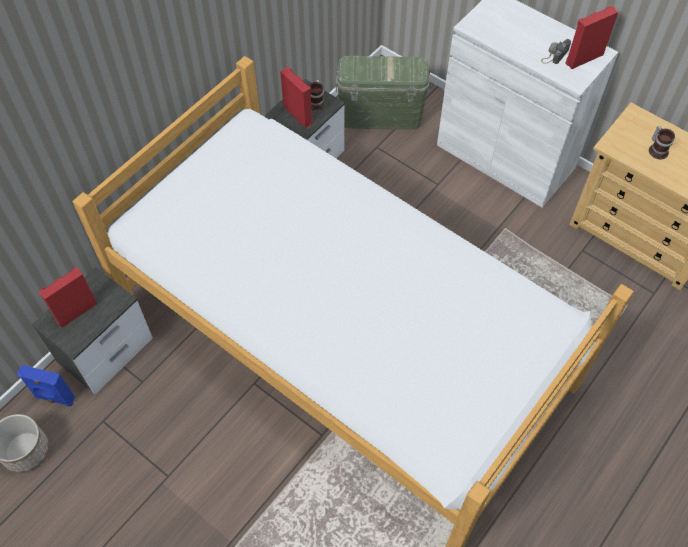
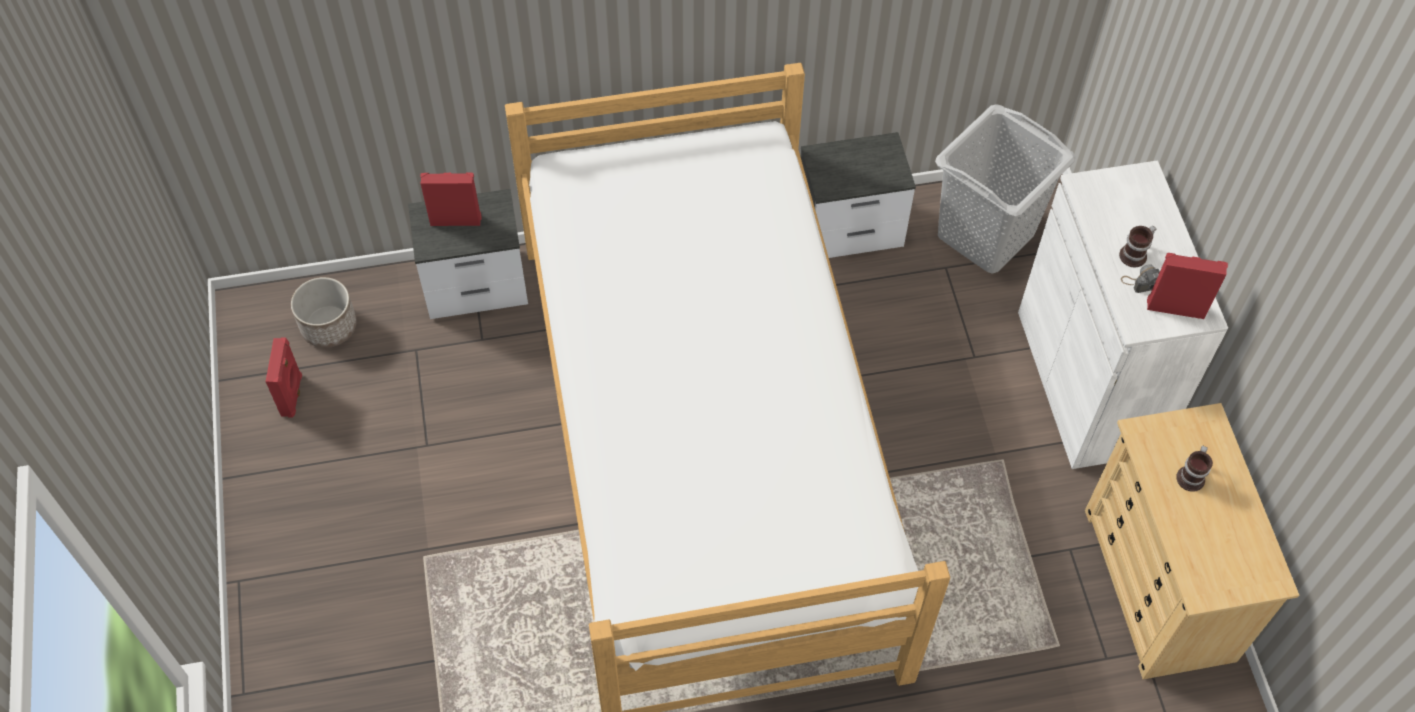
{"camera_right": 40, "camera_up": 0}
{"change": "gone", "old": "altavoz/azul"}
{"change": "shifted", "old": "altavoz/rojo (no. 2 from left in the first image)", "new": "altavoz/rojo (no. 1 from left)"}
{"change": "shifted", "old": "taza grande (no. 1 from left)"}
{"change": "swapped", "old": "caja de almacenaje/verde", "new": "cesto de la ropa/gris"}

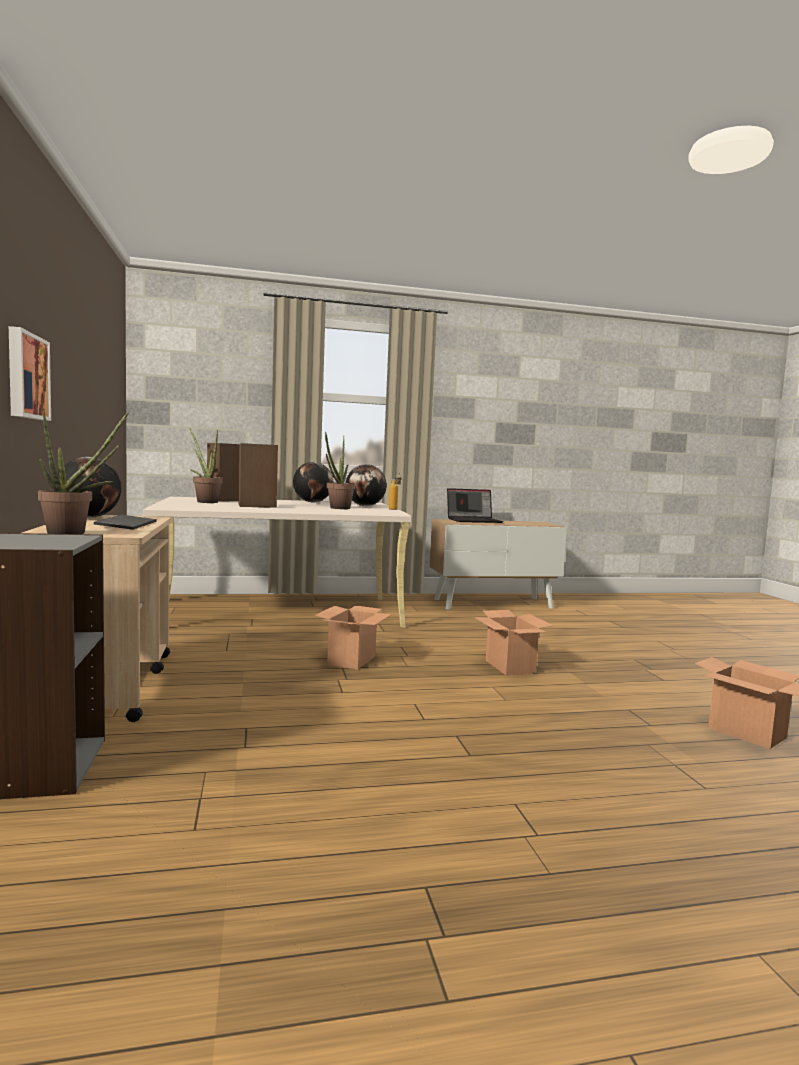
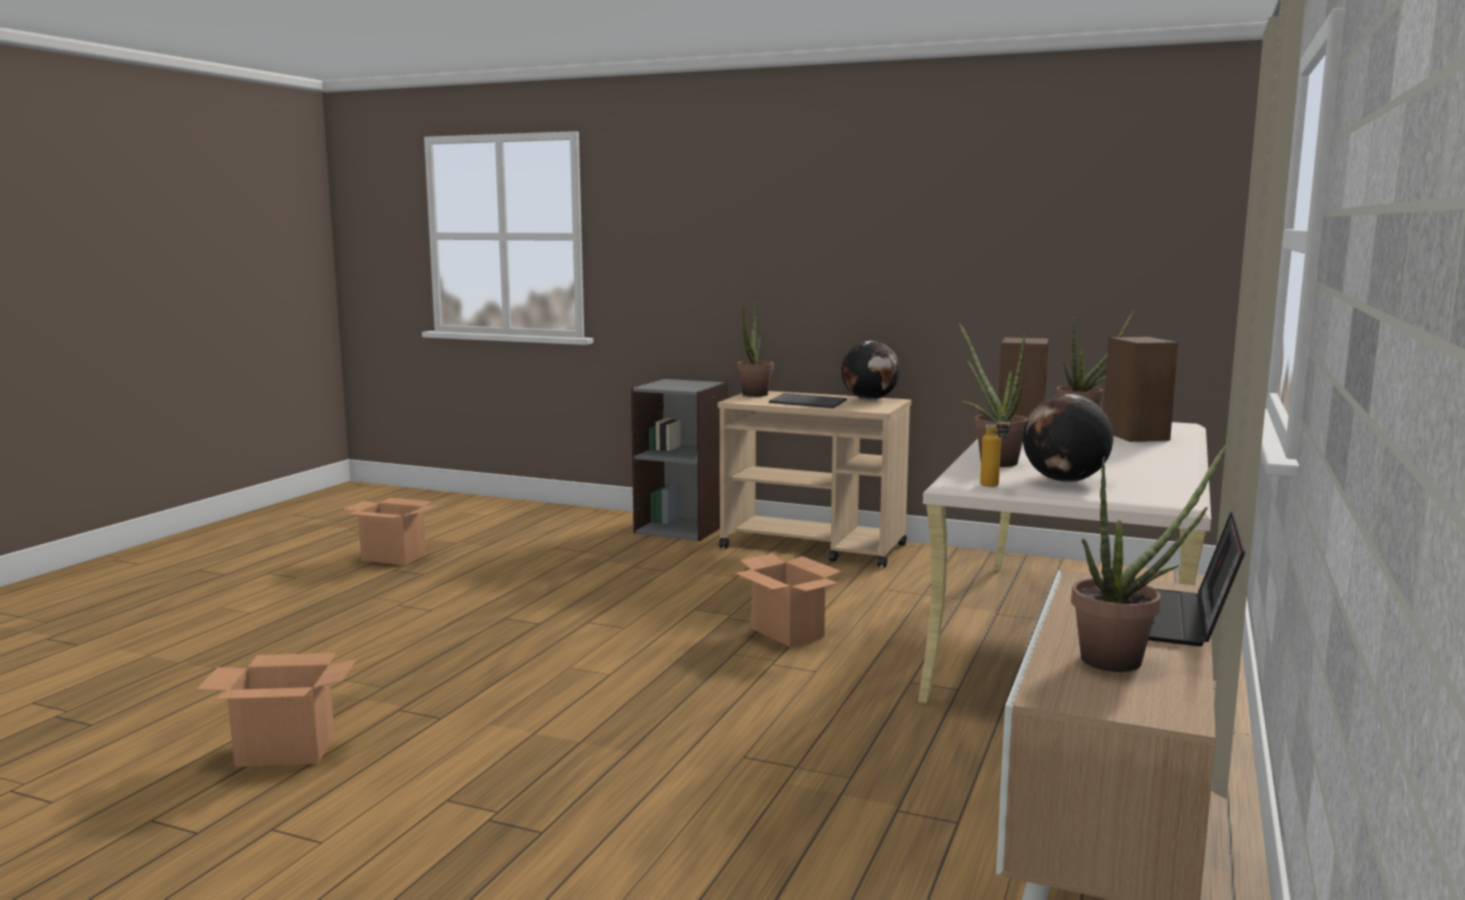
{"camera_right": 125, "camera_up": 5}
{"change": "gone", "old": "cuadro"}
{"change": "gone", "old": "globo terráqueo (no. 2 from left)"}
{"change": "shifted", "old": "caja de cartón (no. 2 from left)"}
{"change": "new", "new": "planta en maceta (no. 4 from left)"}

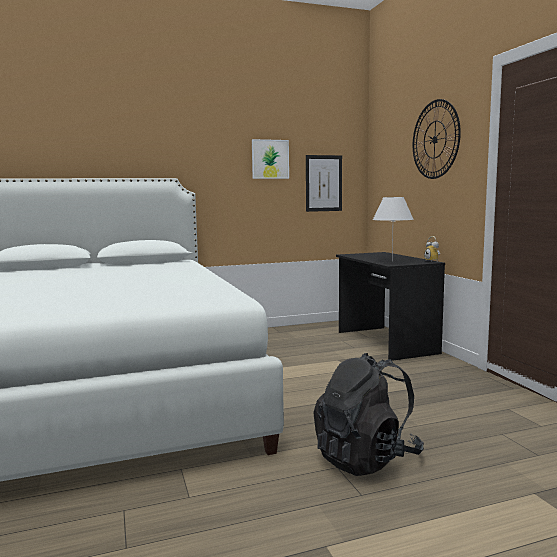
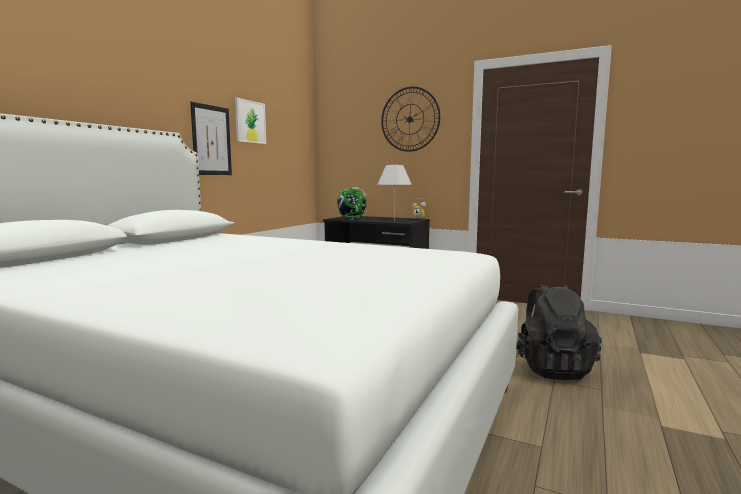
{"camera_right": -45, "camera_up": 0}
{"change": "shifted", "old": "cuadro (no. 2 from left in the first image)", "new": "cuadro (no. 1 from left)"}
{"change": "new", "new": "globo terráqueo"}

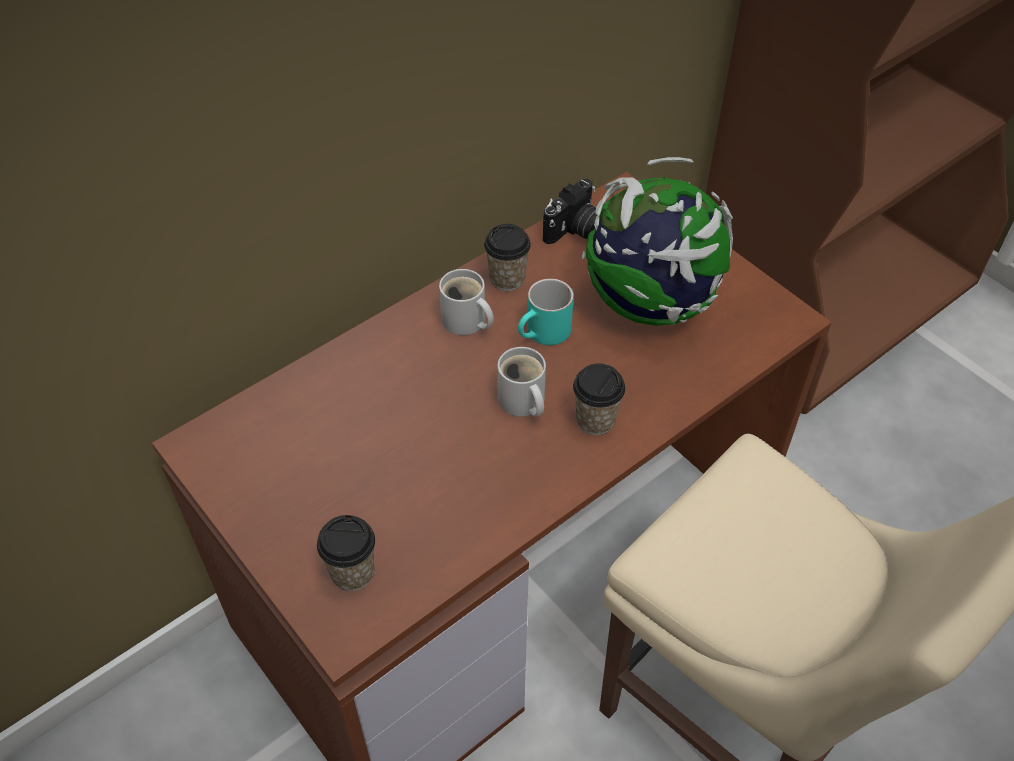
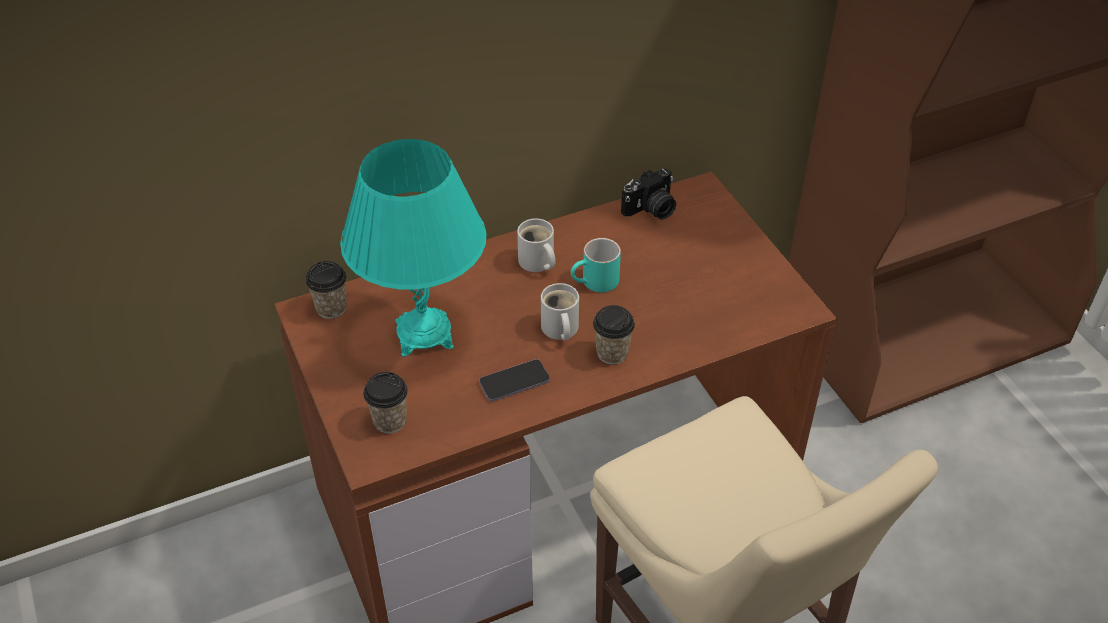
{"camera_right": 15, "camera_up": -5}
{"change": "shifted", "old": "taza (no. 2 from left in the first image)", "new": "taza (no. 1 from left)"}
{"change": "gone", "old": "globo terráqueo"}
{"change": "new", "new": "lámpara de mesa/turquesa"}
{"change": "new", "new": "móvil"}

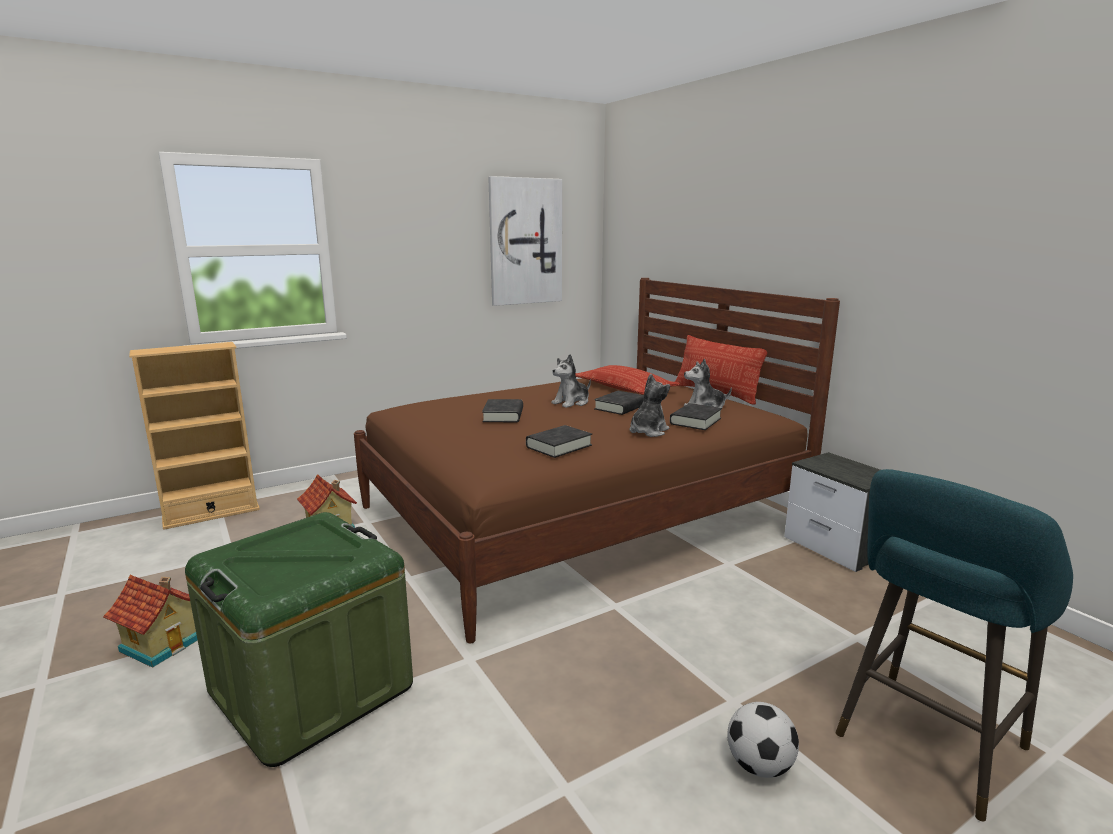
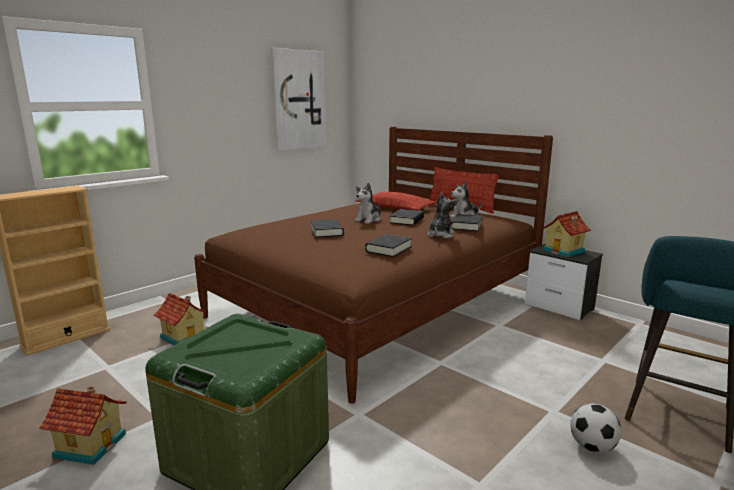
{"camera_right": -15, "camera_up": 0}
{"change": "new", "new": "casita (no. 3 from left)"}

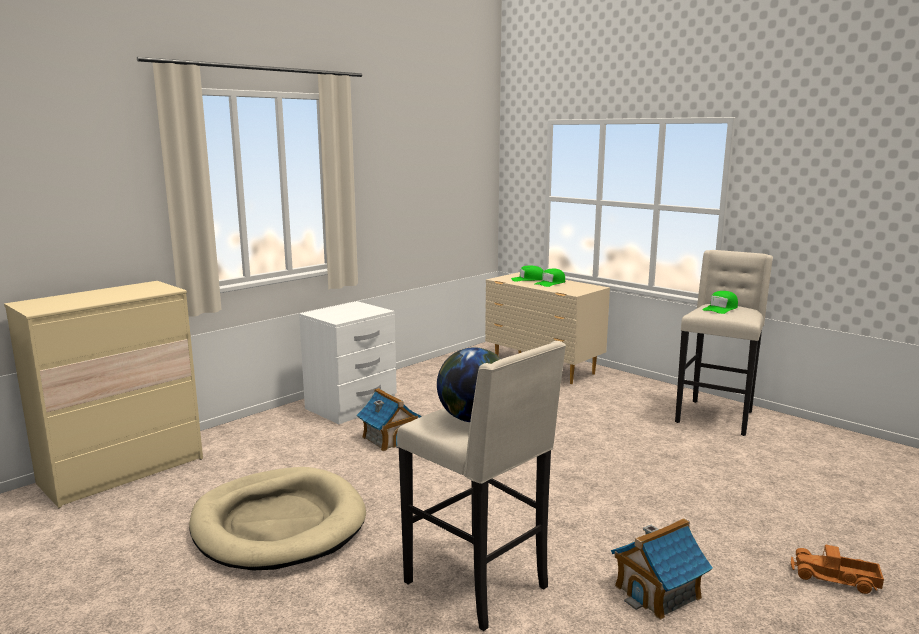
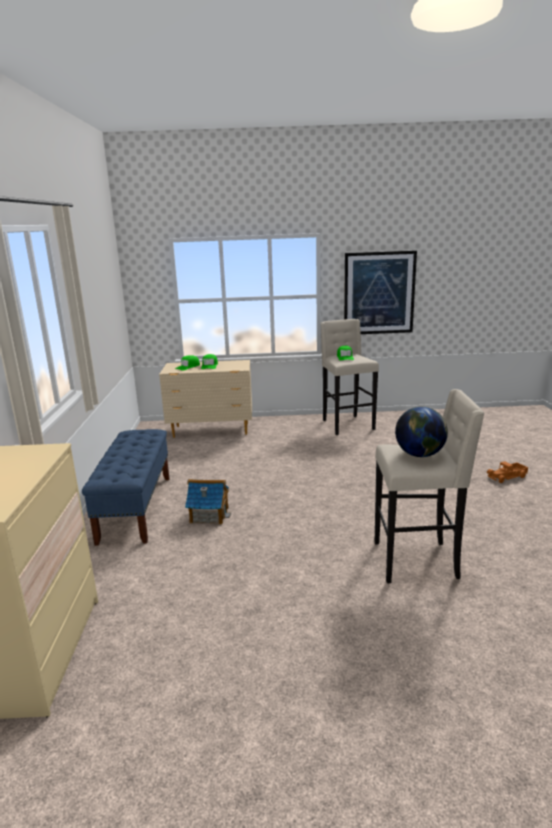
{"camera_right": -45, "camera_up": 5}
{"change": "gone", "old": "cama para perro/beis"}
{"change": "swapped", "old": "mesita de noche/blanco", "new": "banco/azul"}
{"change": "gone", "old": "casita (no. 2 from left)"}
{"change": "new", "new": "cuadro"}

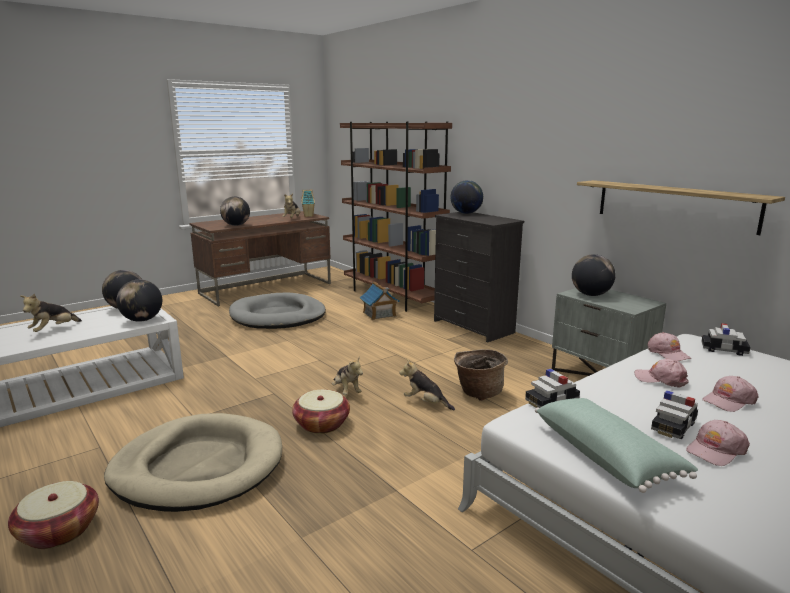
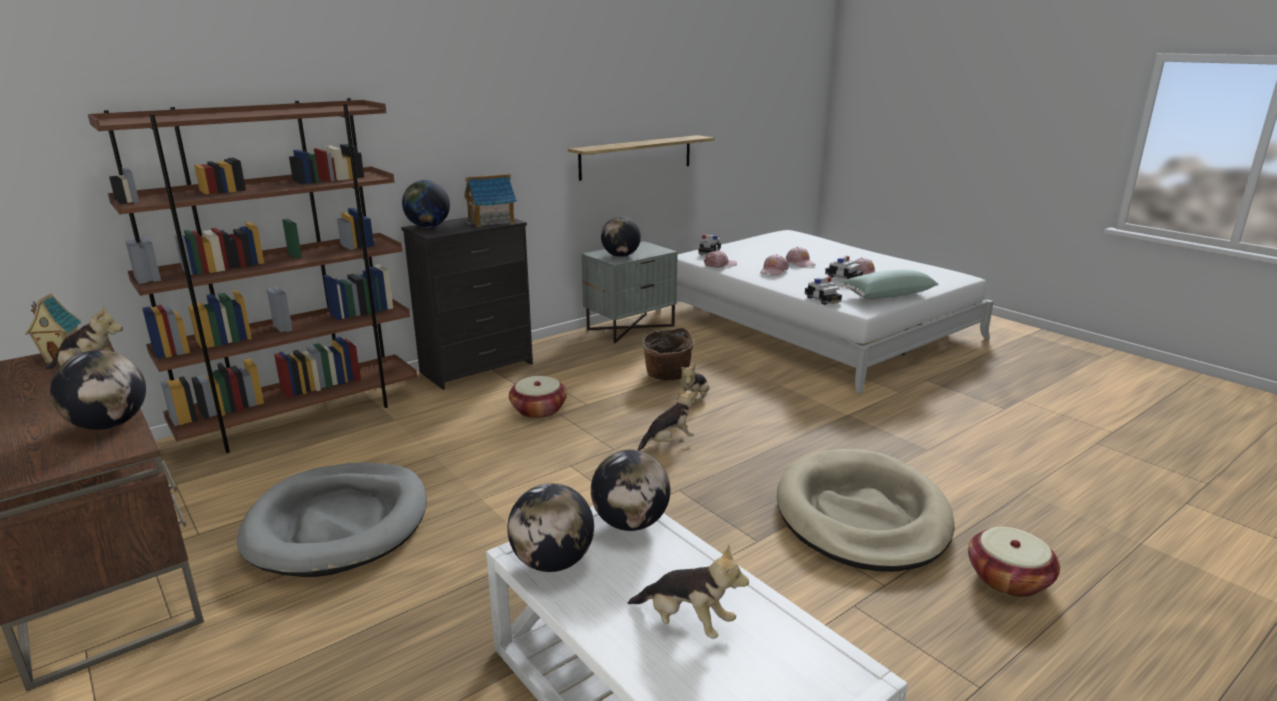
{"camera_right": -90, "camera_up": 5}
{"change": "shifted", "old": "cesta (no. 2 from left in the first image)", "new": "cesta (no. 1 from left)"}
{"change": "shifted", "old": "casita (no. 2 from left)"}

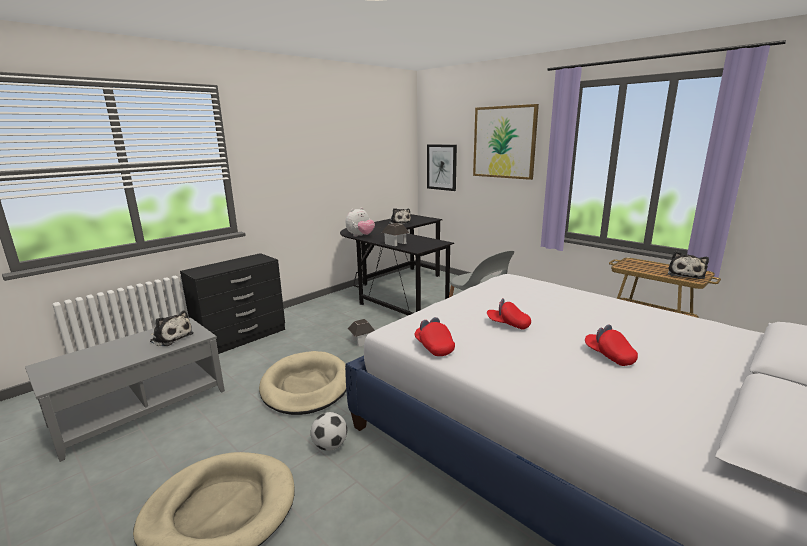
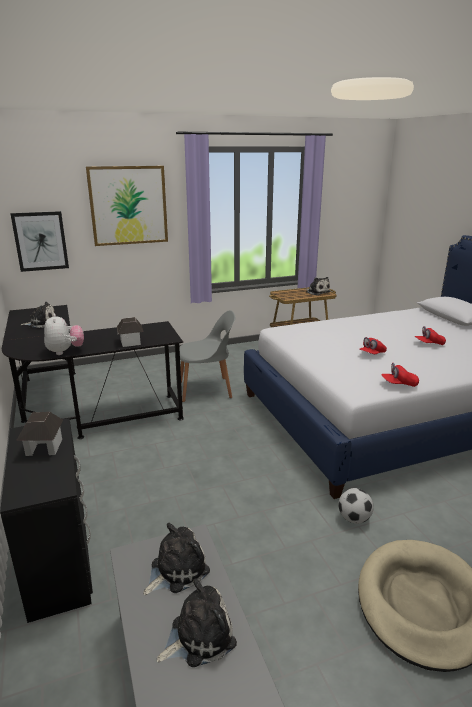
{"camera_right": -65, "camera_up": 5}
{"change": "gone", "old": "cama para perro/beis (no. 2 from left)"}
{"change": "shifted", "old": "casita (no. 1 from left)"}
{"change": "new", "new": "peluche (no. 4 from left)"}

